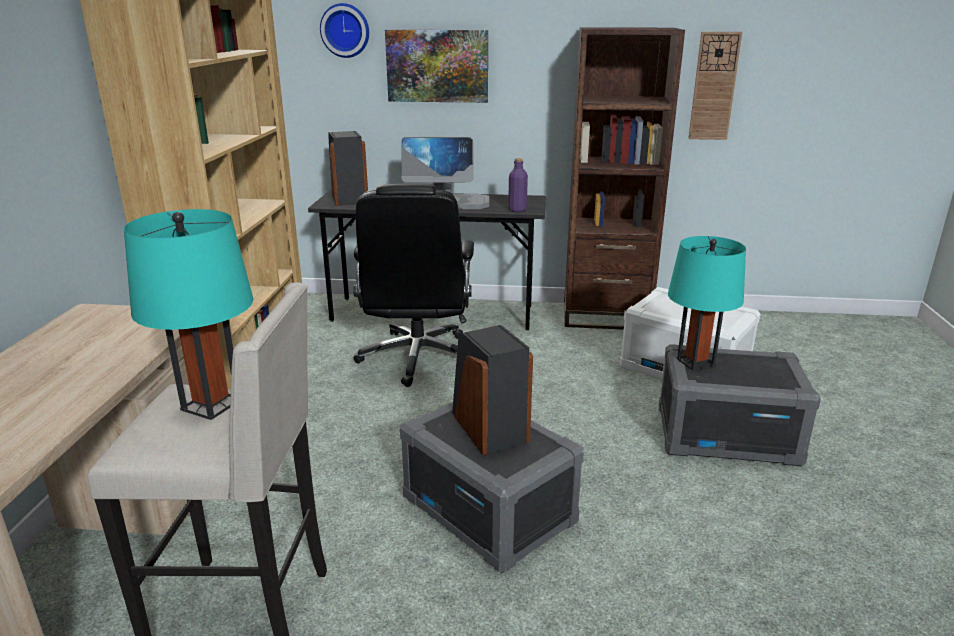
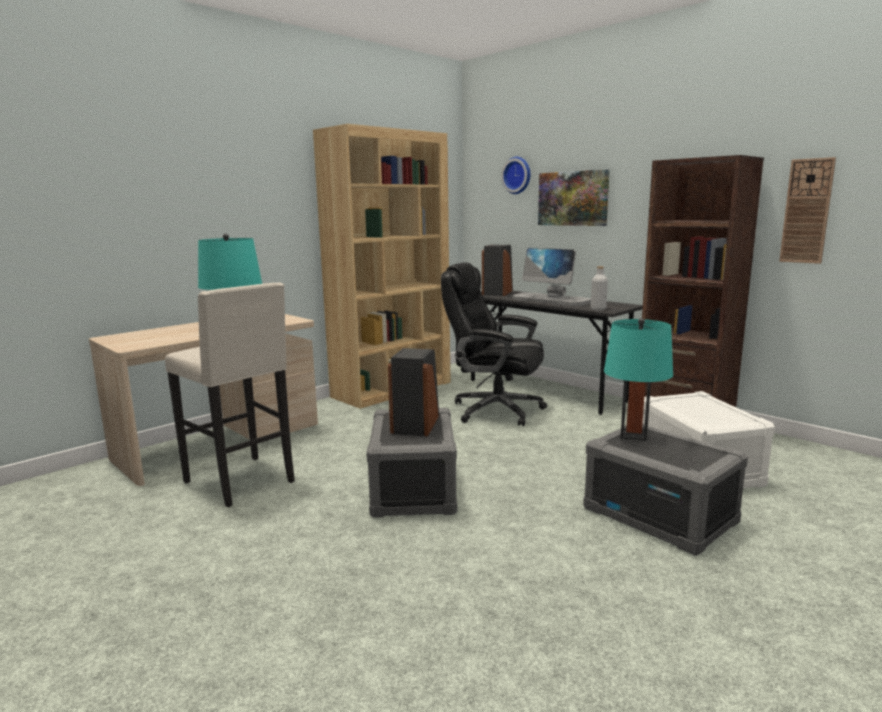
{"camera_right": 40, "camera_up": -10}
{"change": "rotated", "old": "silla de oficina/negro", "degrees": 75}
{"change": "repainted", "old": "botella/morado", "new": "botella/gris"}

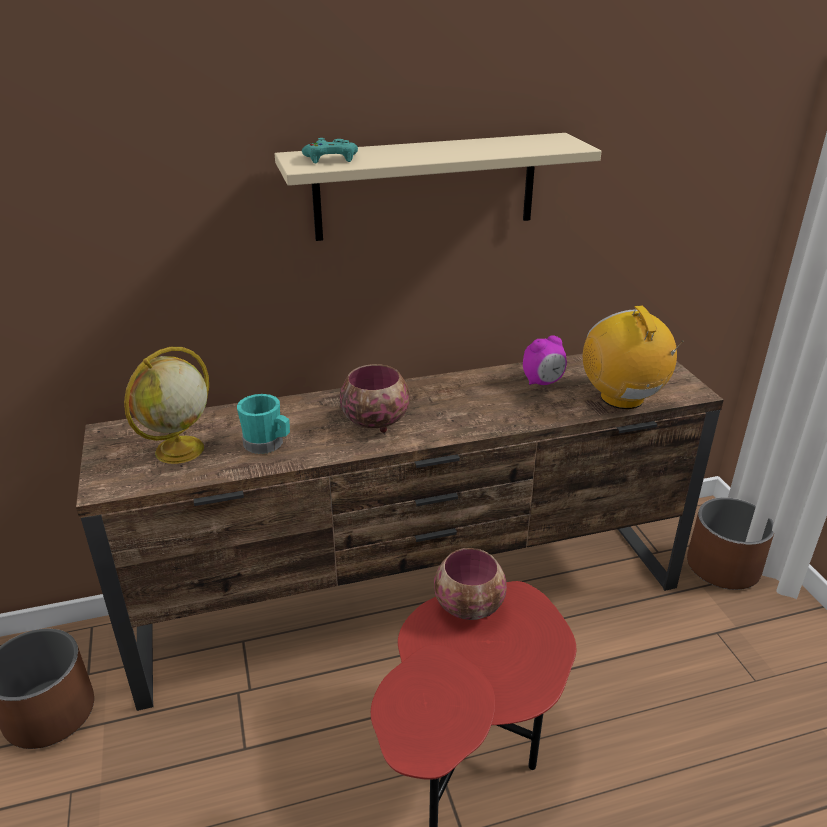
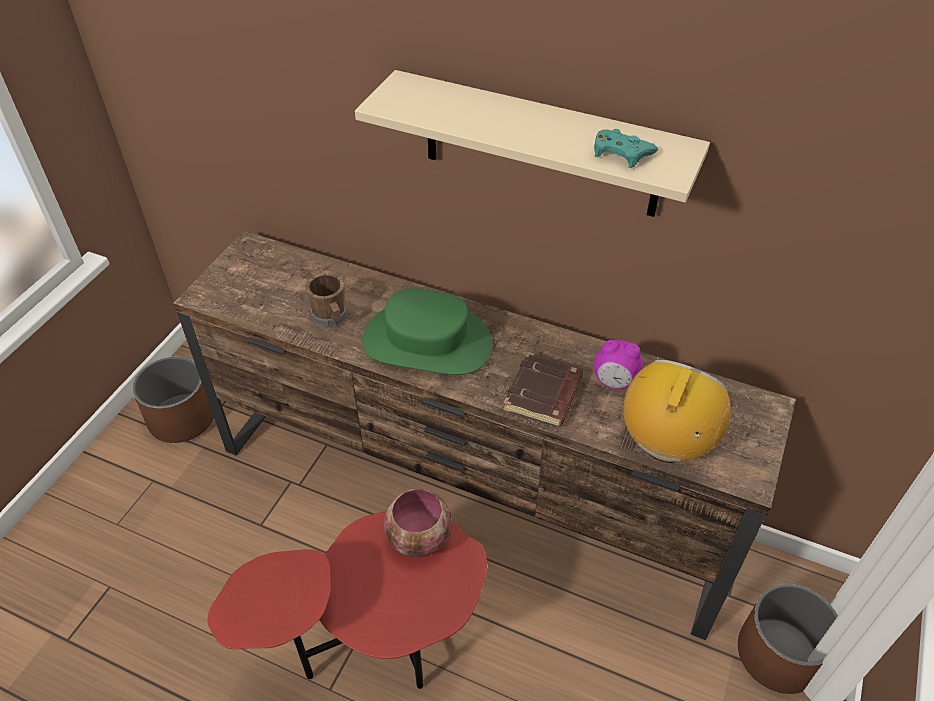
{"camera_right": 40, "camera_up": 15}
{"change": "gone", "old": "globo terráqueo"}
{"change": "repainted", "old": "taza grande/turquesa", "new": "taza grande/marrón"}
{"change": "shifted", "old": "mando de consola/turquesa"}
{"change": "swapped", "old": "cuenco (no. 1 from left)", "new": "sombrero/verde"}
{"change": "new", "new": "libro/marrón"}

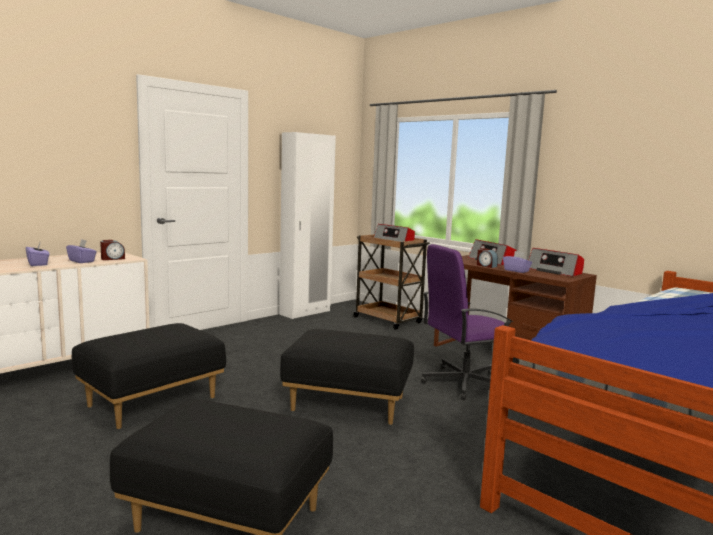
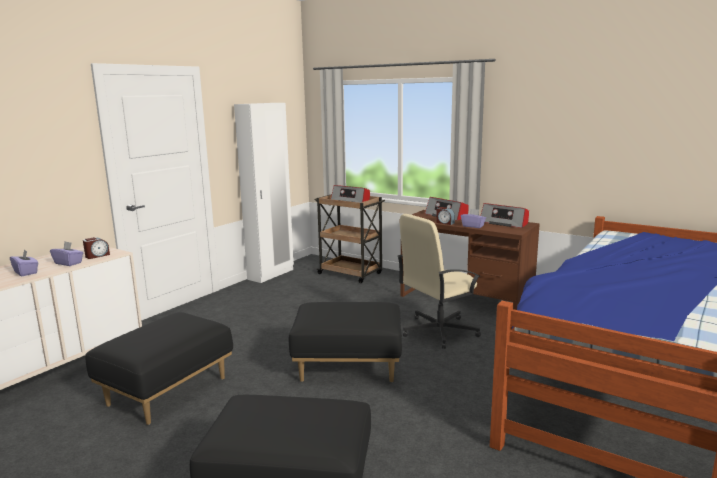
{"camera_right": -10, "camera_up": 5}
{"change": "repainted", "old": "silla de oficina/morado", "new": "silla de oficina/beis"}

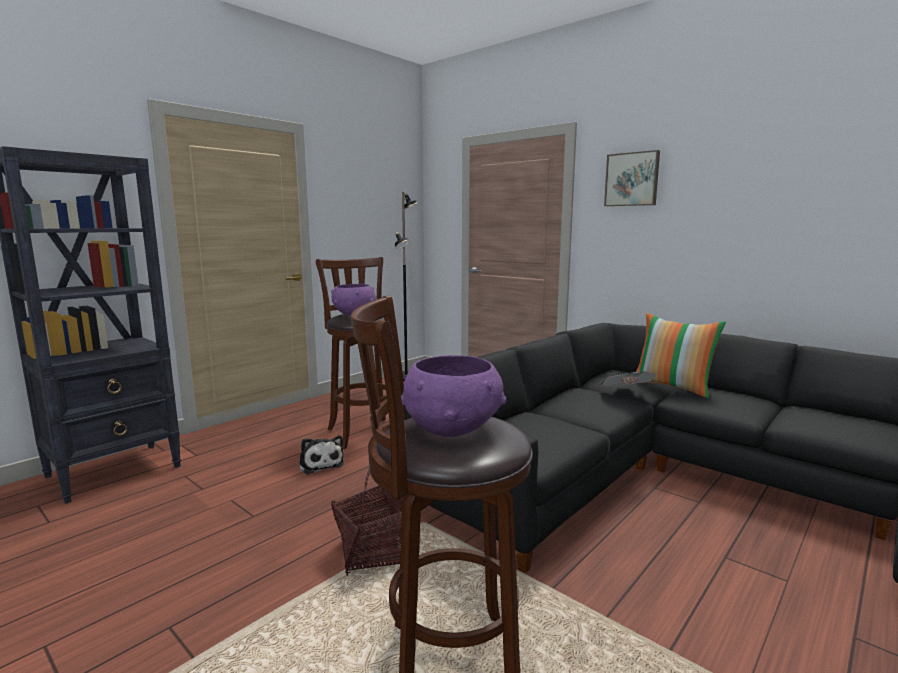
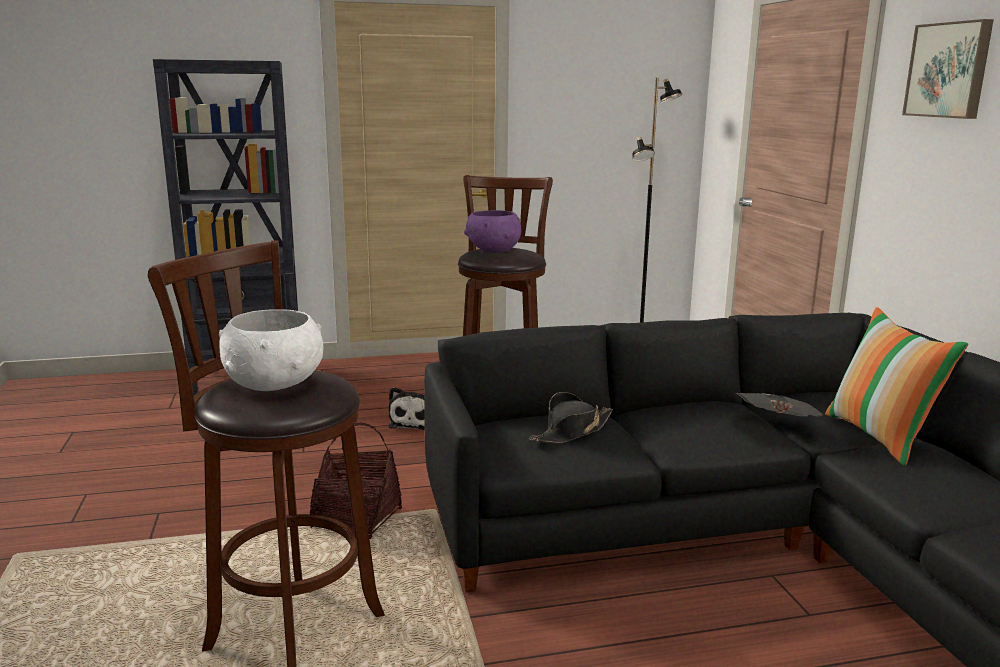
{"camera_right": 35, "camera_up": 5}
{"change": "repainted", "old": "cuenco/morado (no. 2 from left)", "new": "cuenco/blanco"}
{"change": "new", "new": "sombrero/negro"}

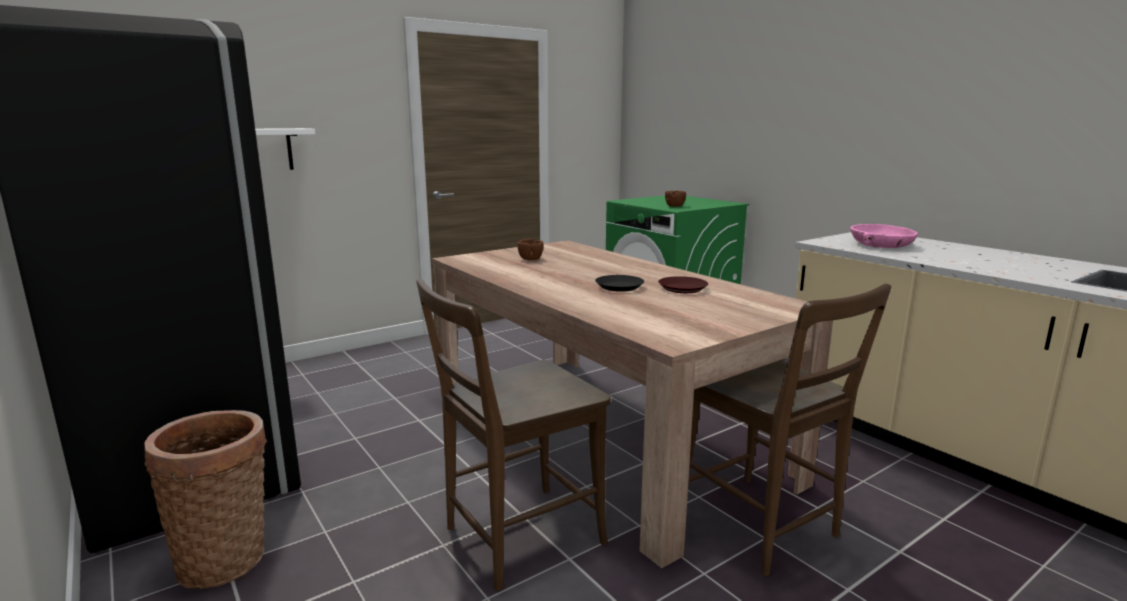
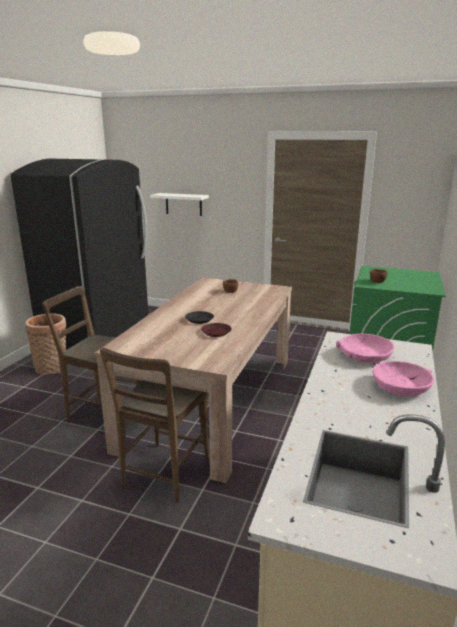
{"camera_right": 55, "camera_up": 5}
{"change": "new", "new": "cuenco/rosa (no. 2 from left)"}

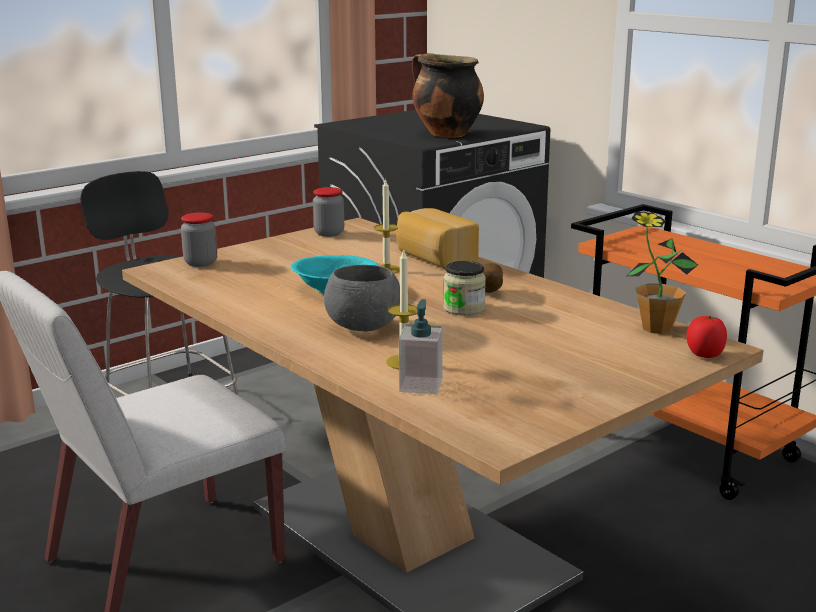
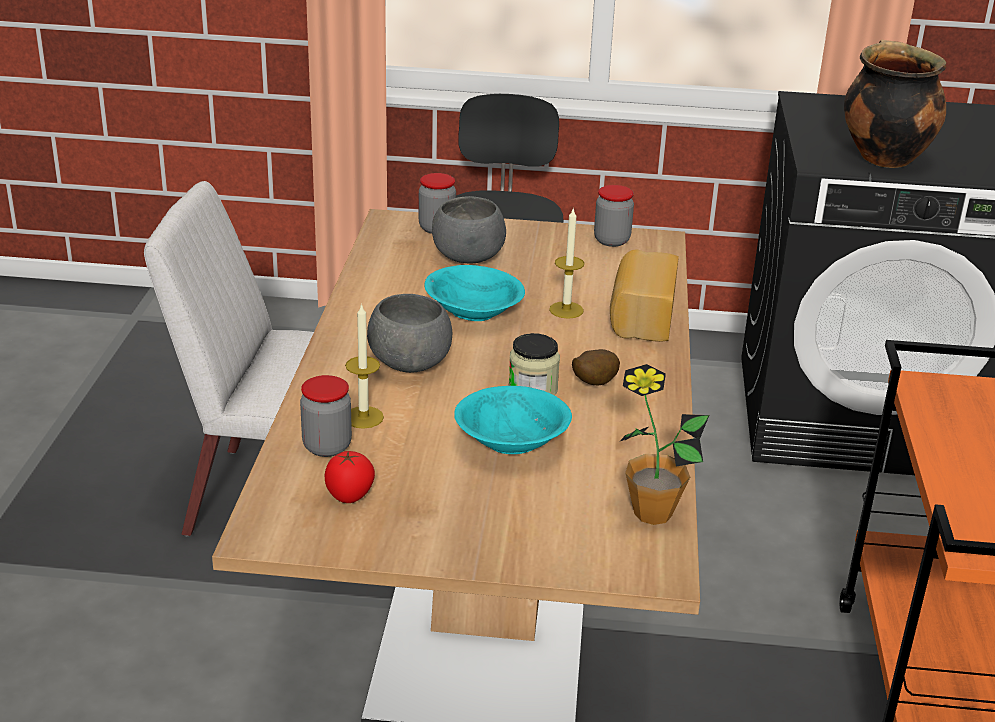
{"camera_right": 45, "camera_up": 10}
{"change": "swapped", "old": "dispensador de jabón", "new": "tarro (no. 1 from left)"}
{"change": "shifted", "old": "tomate"}
{"change": "new", "new": "cuenco/gris (no. 2 from left)"}
{"change": "new", "new": "cuenco/turquesa (no. 2 from left)"}

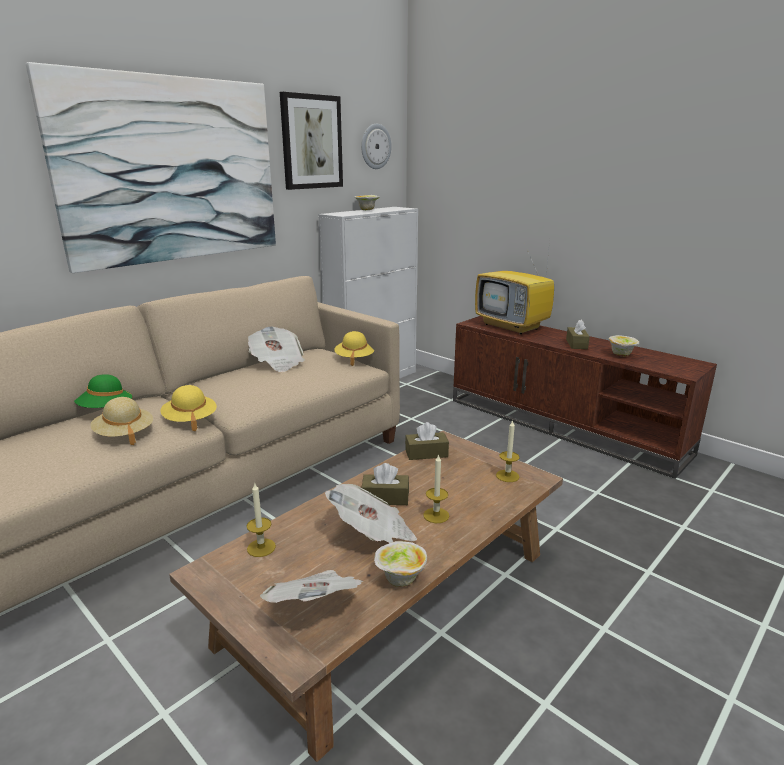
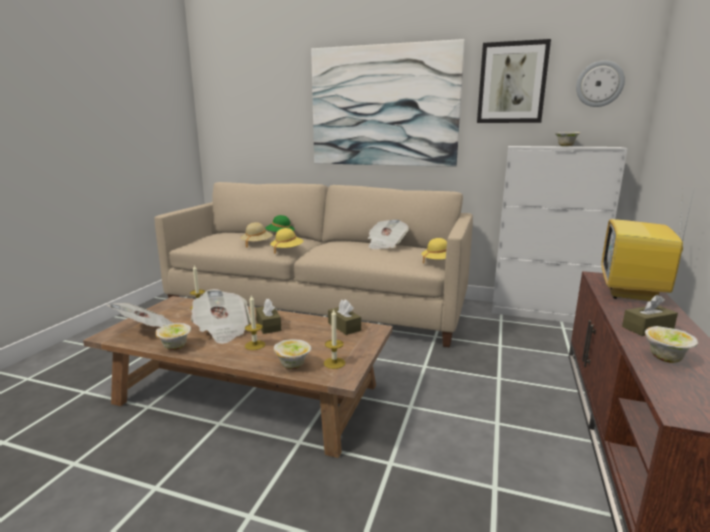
{"camera_right": 65, "camera_up": -5}
{"change": "new", "new": "cuenco (no. 2 from left)"}

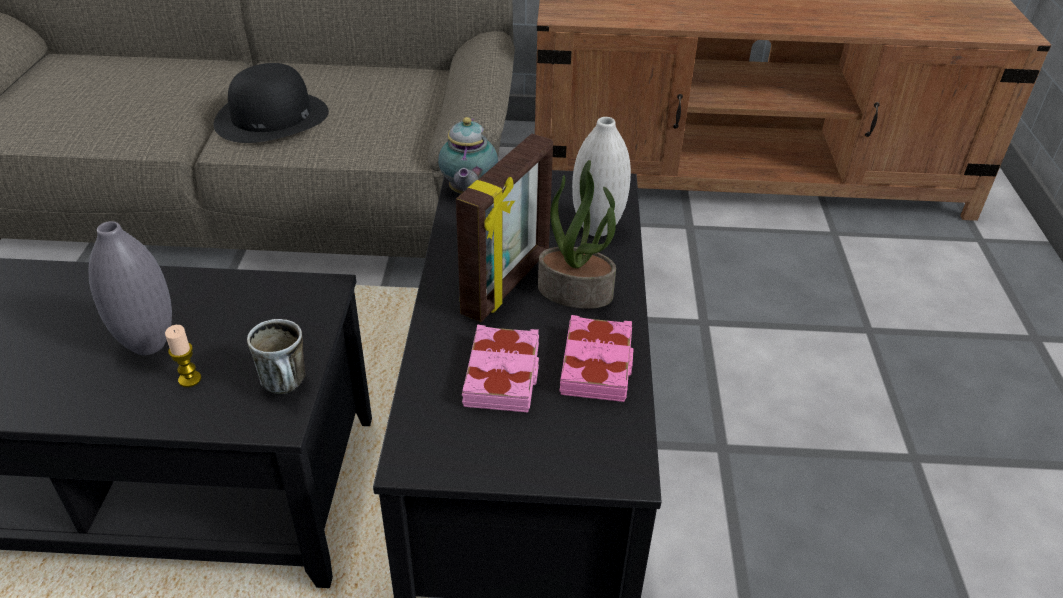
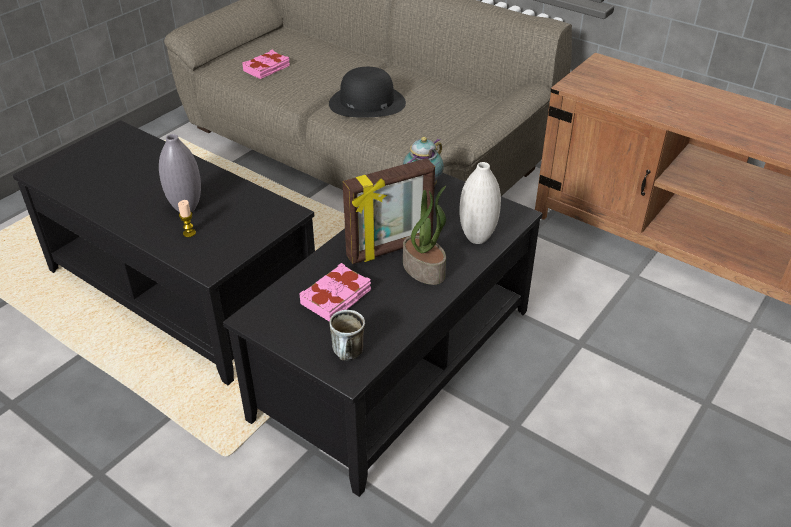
{"camera_right": 35, "camera_up": 0}
{"change": "shifted", "old": "taza grande"}
{"change": "shifted", "old": "libro/rosa (no. 2 from left in the first image)", "new": "libro/rosa (no. 1 from left)"}

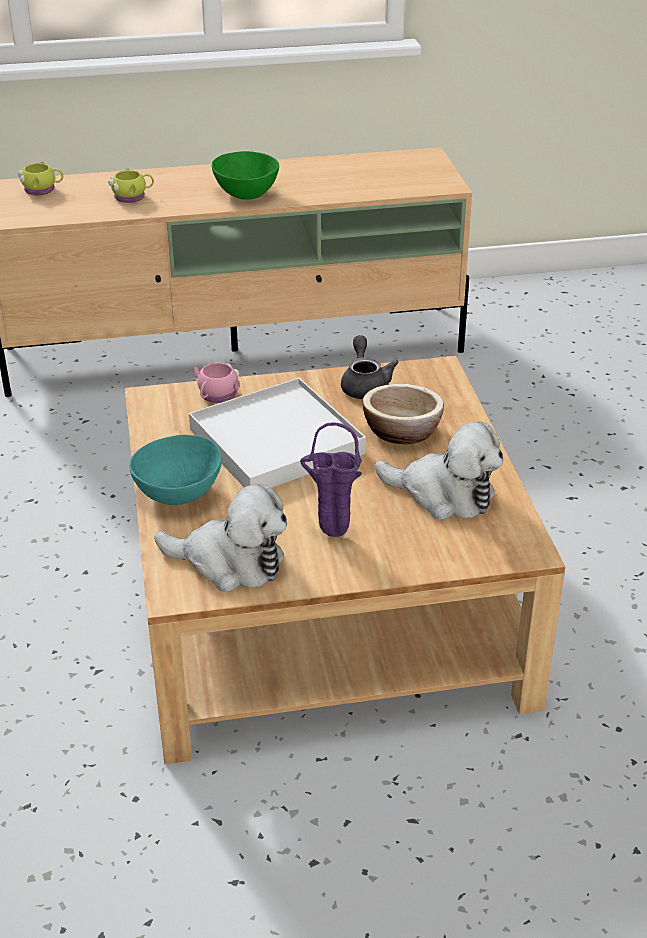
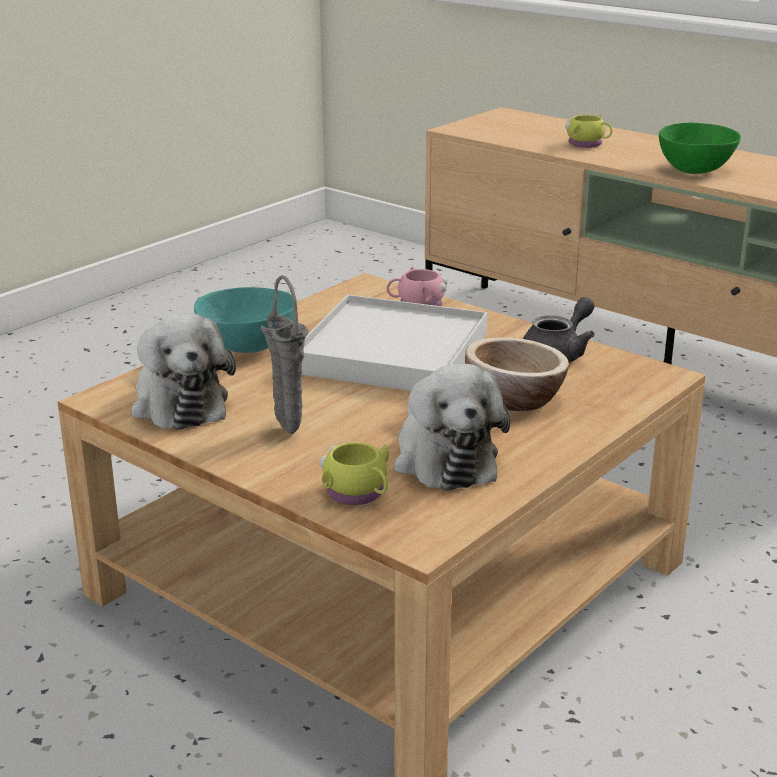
{"camera_right": 50, "camera_up": -10}
{"change": "shifted", "old": "taza grande/amarillo (no. 1 from left)"}
{"change": "repainted", "old": "florero/morado", "new": "florero/gris"}

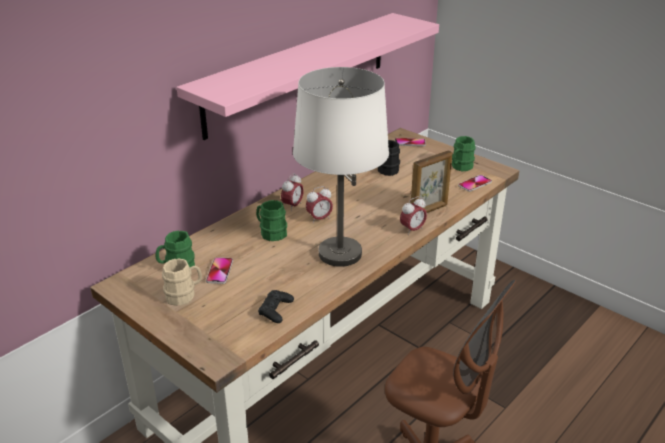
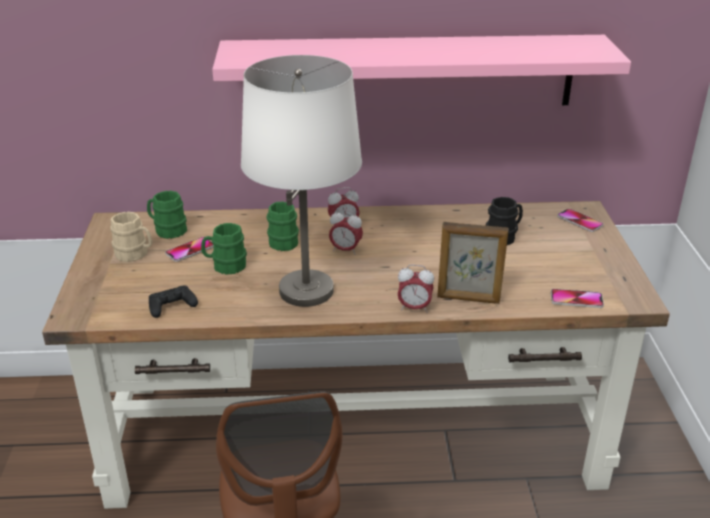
{"camera_right": 45, "camera_up": 0}
{"change": "shifted", "old": "taza grande/verde (no. 3 from left in the first image)", "new": "taza grande/verde (no. 2 from left)"}

